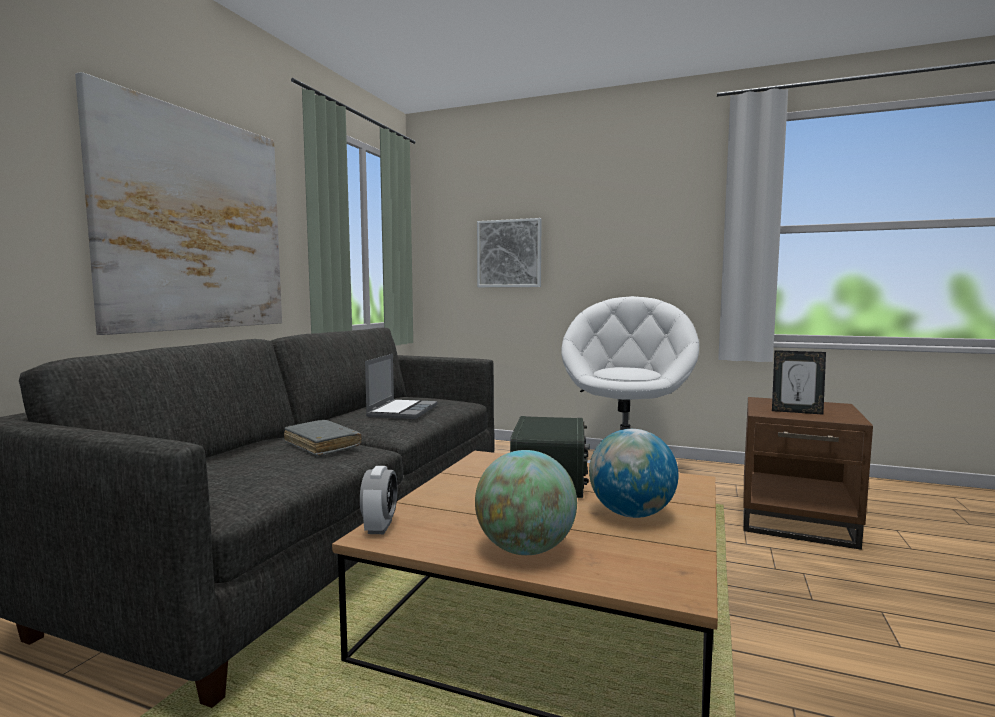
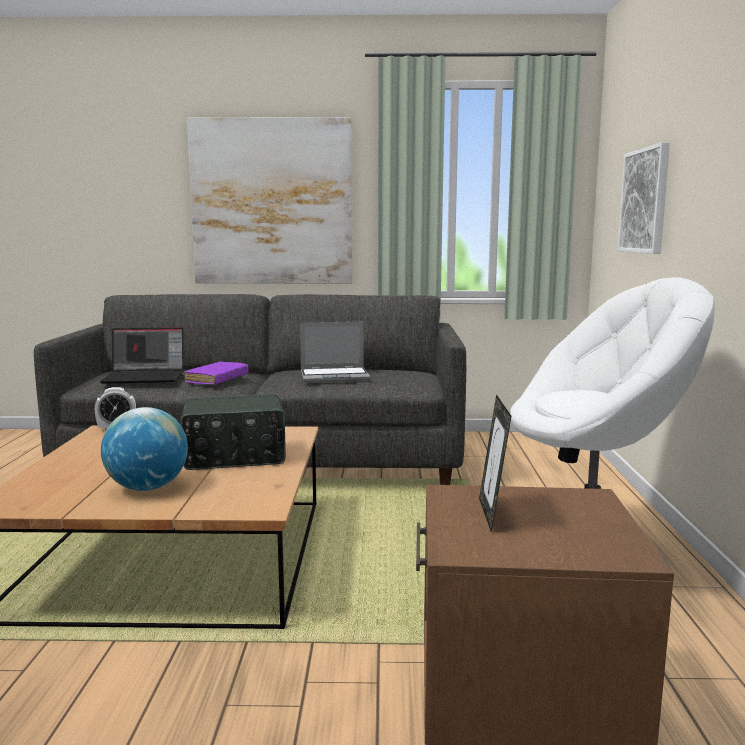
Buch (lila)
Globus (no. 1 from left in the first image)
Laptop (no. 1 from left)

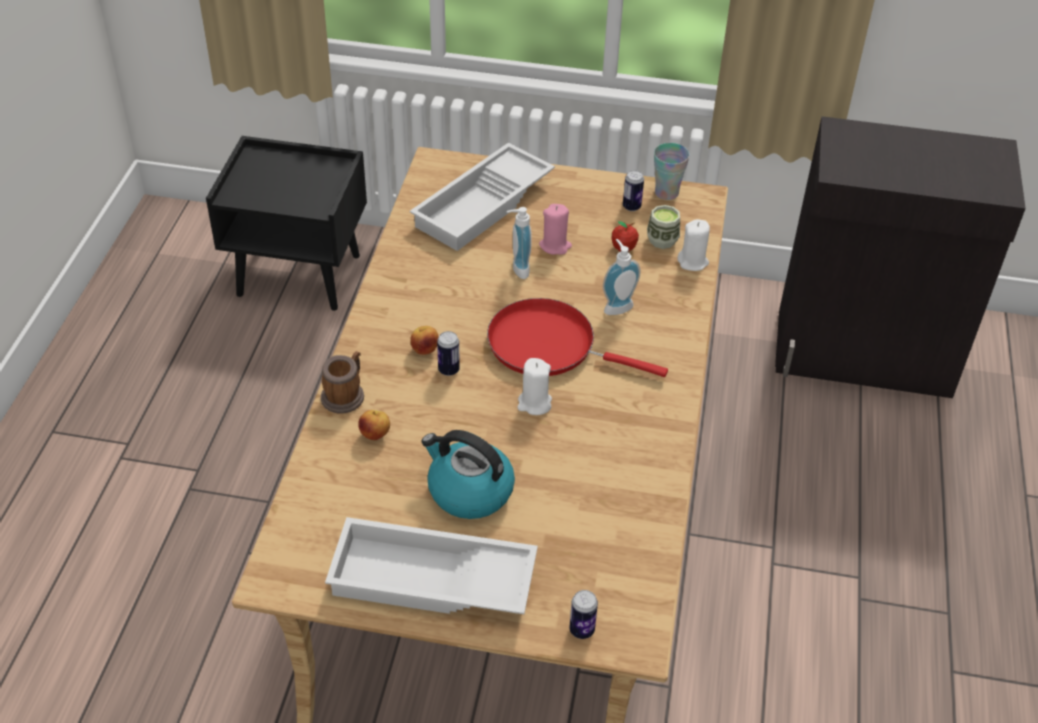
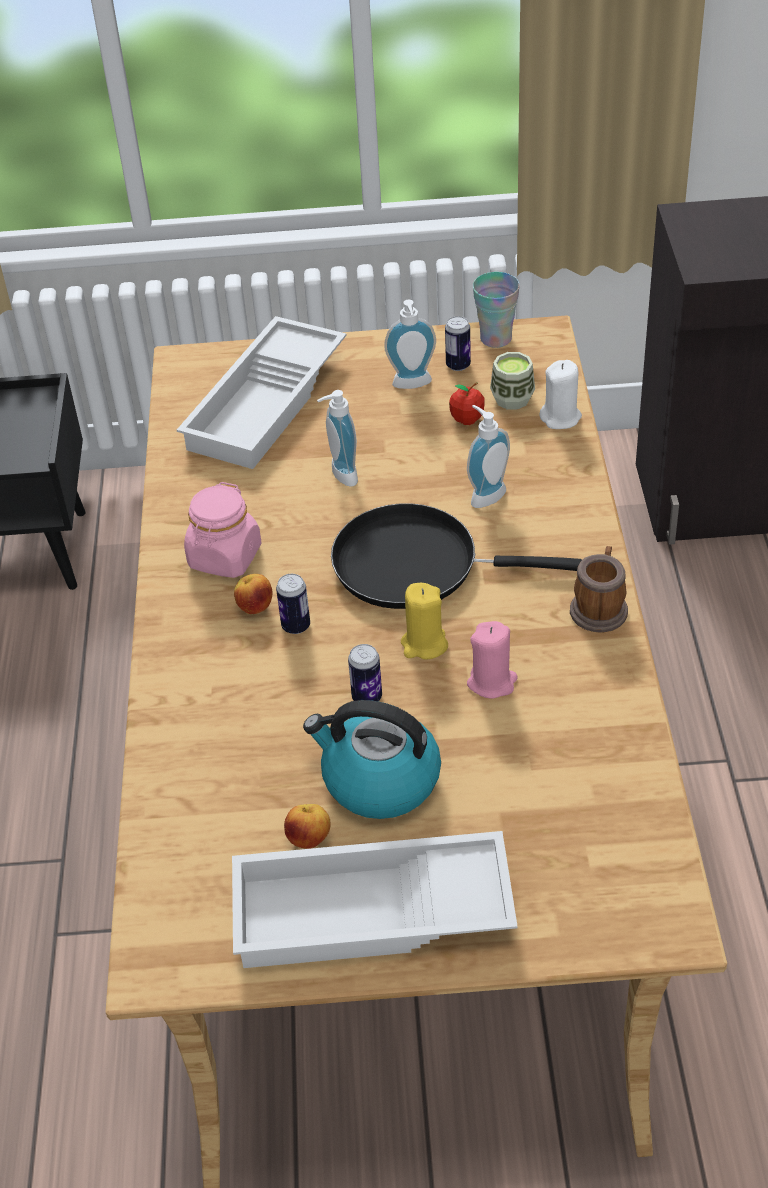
Henkelbecher
Apfel (no. 2 from left)
Pfanne (schwarz)
Kerze (gelb)
Kerze (rosa)
Dose (no. 2 from left)
Vorratsglas (rosa)
Seifenspender (no. 2 from left)

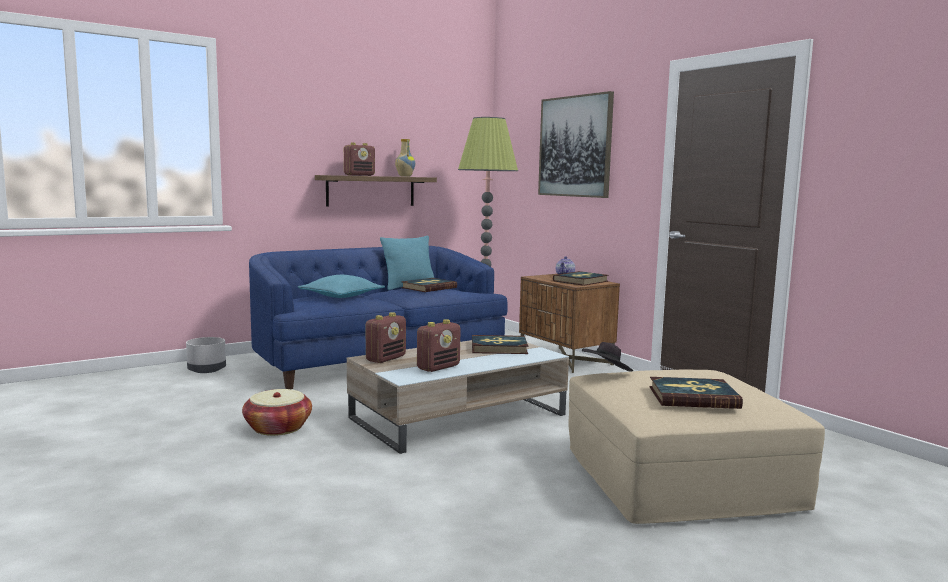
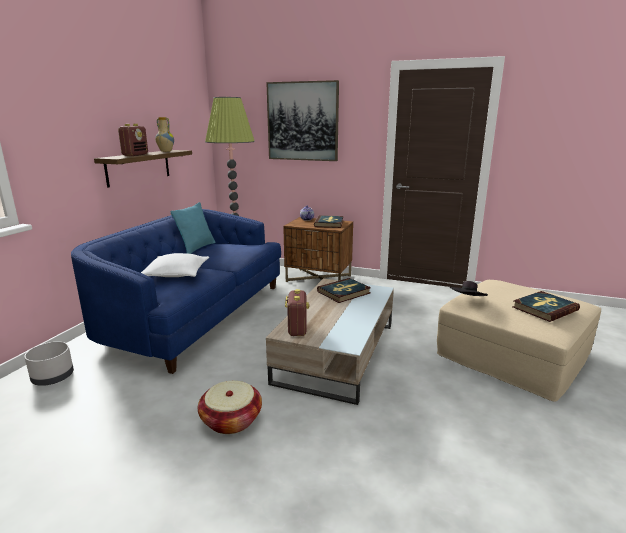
Kissen (weiß)
Buch (no. 1 from left in the first image)
Radio (no. 3 from left in the first image)

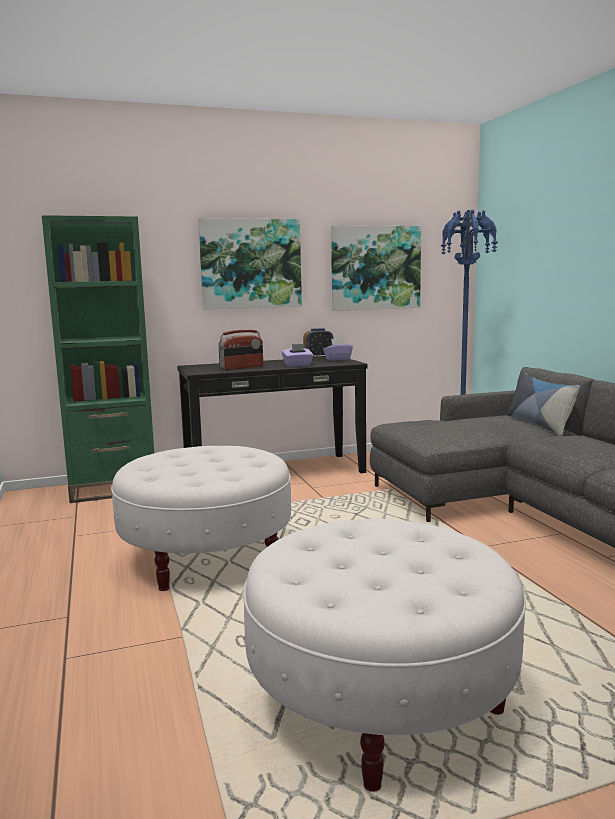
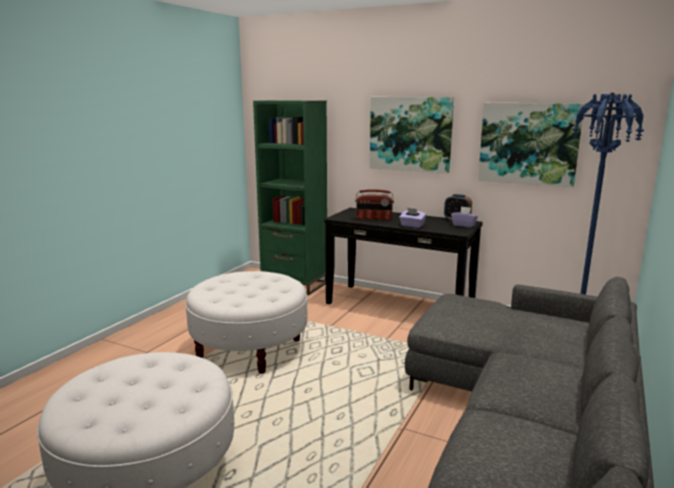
Kissen

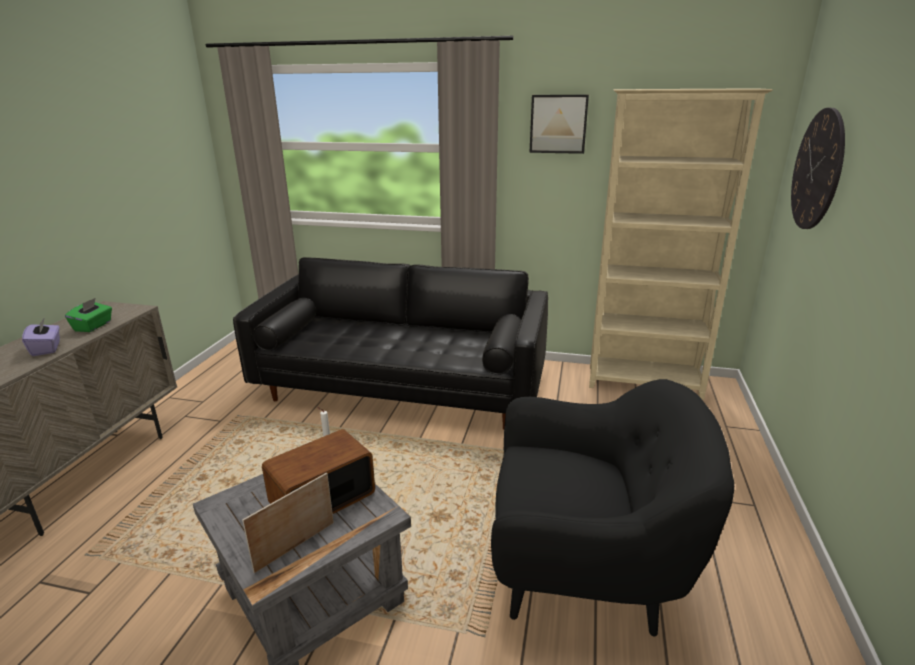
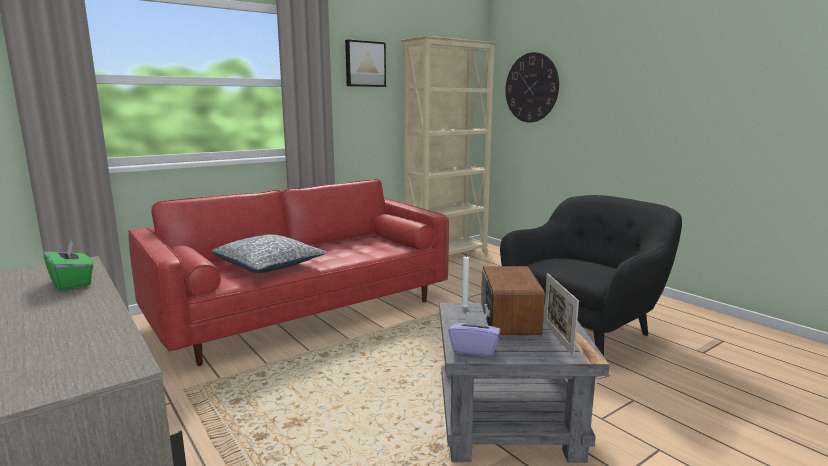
Taschentuchbox (lila)
Sofa (rot)
Kissen

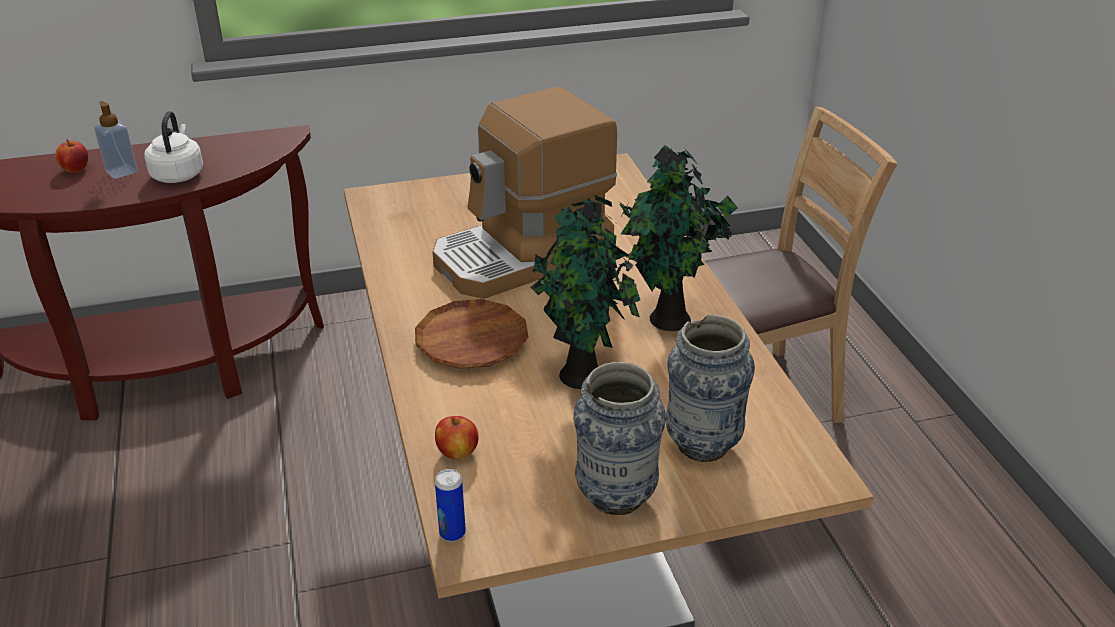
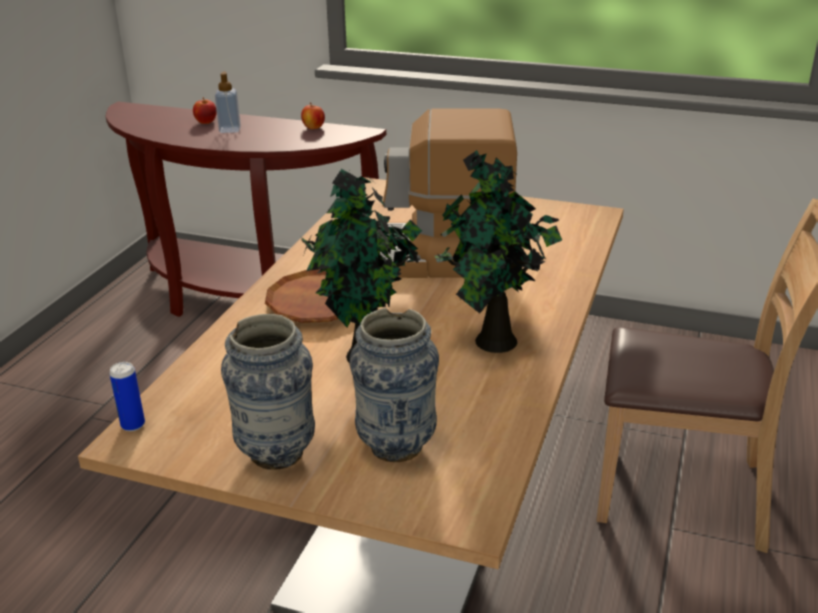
Wasserkessel (weiß)
Apfel (no. 2 from left)

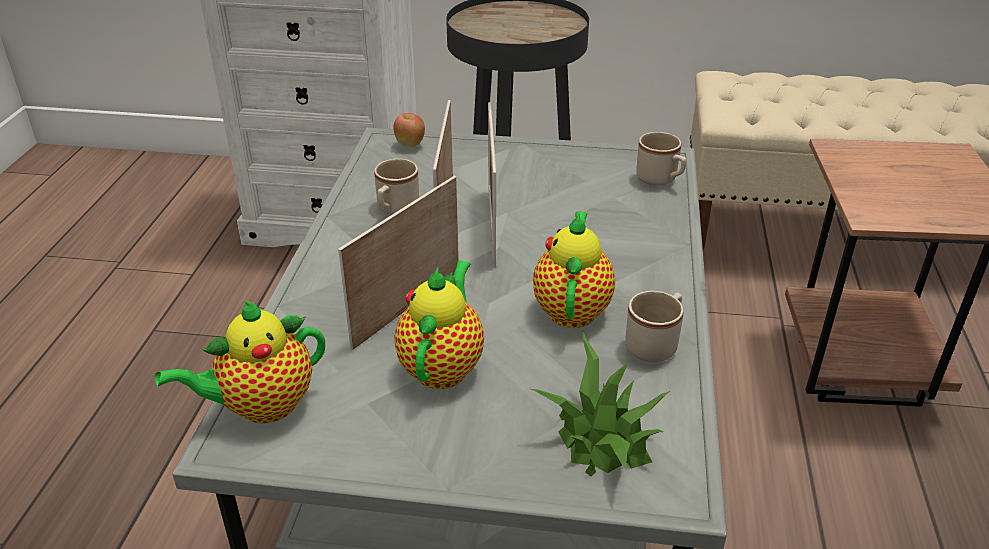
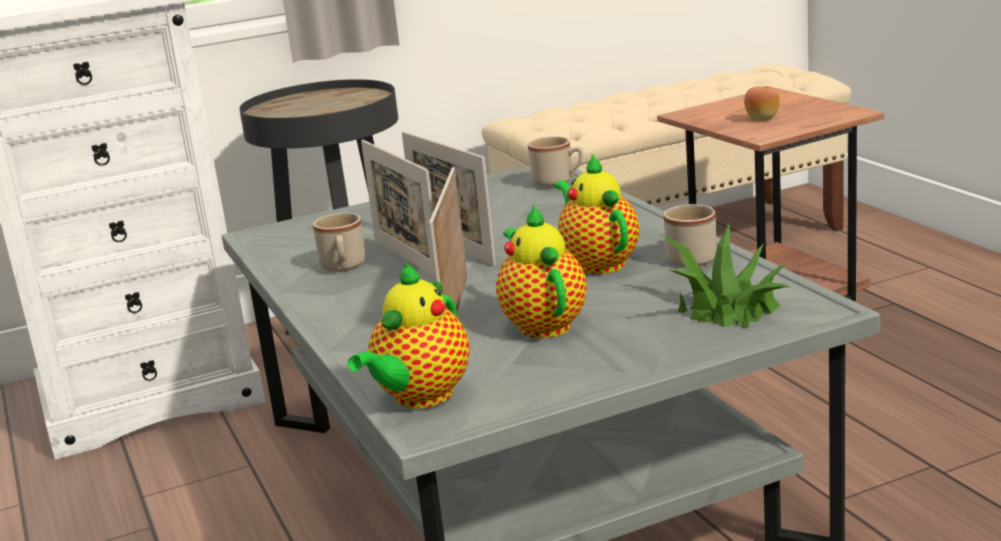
Apfel

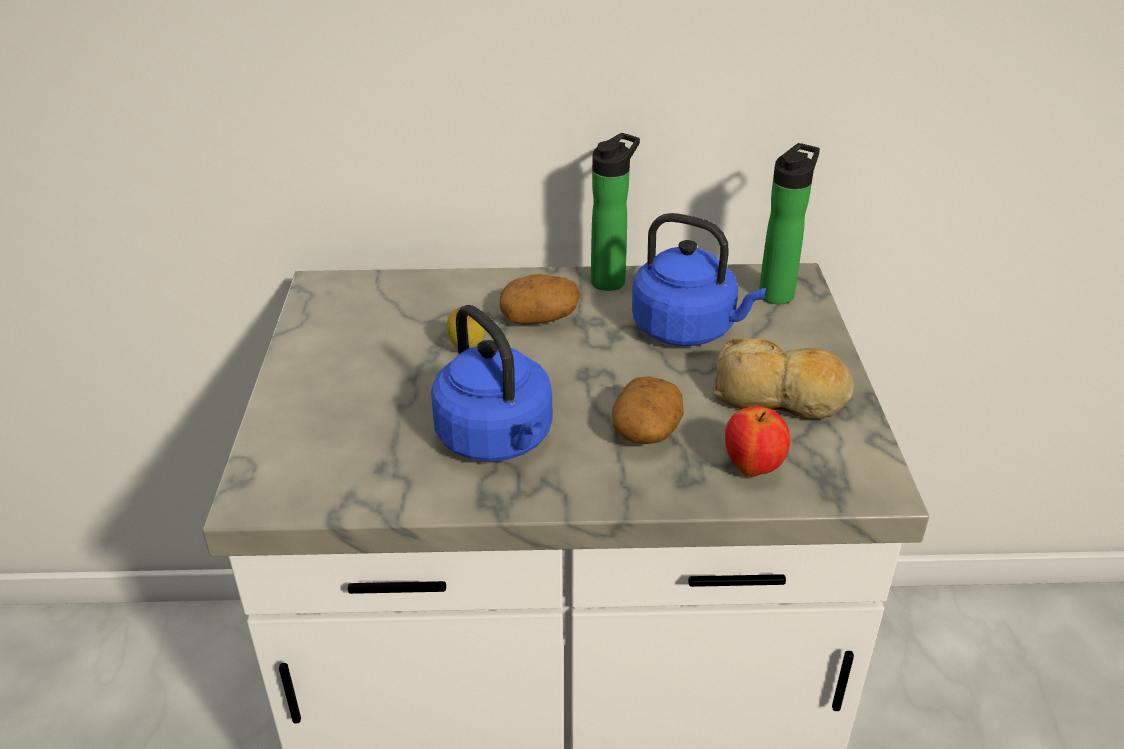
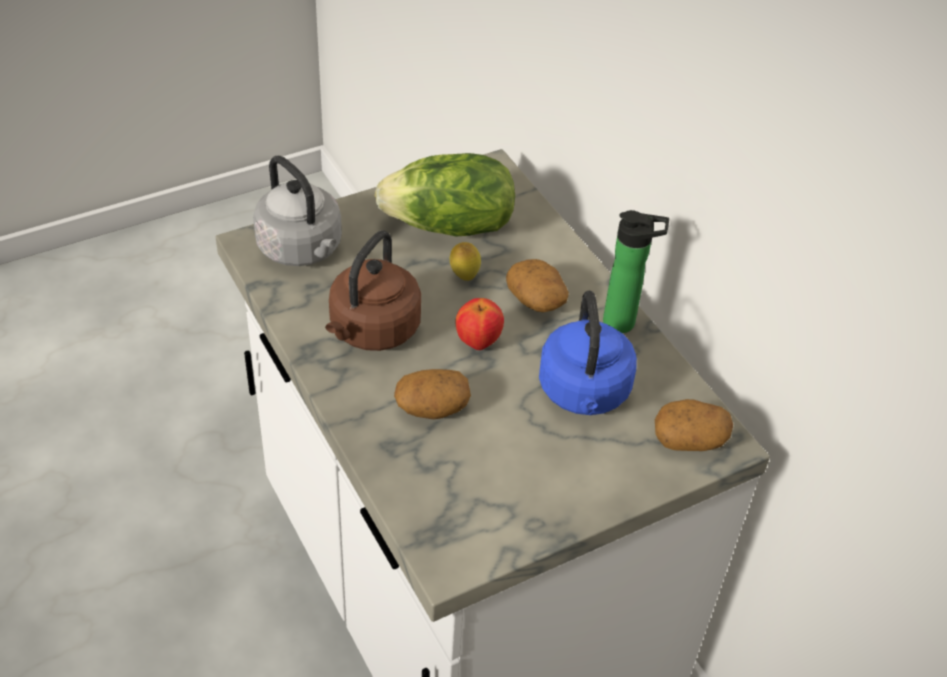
Wasserkessel (braun)
Brot
Apfel
Kartoffel (no. 3 from left)
Wasserkessel (grau)
Salatkopf

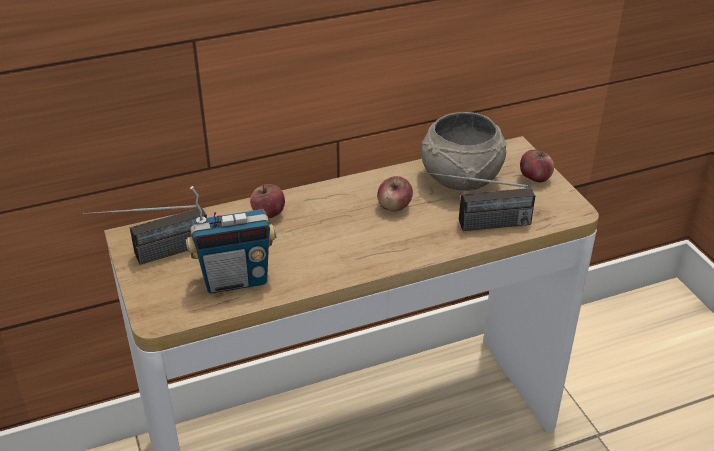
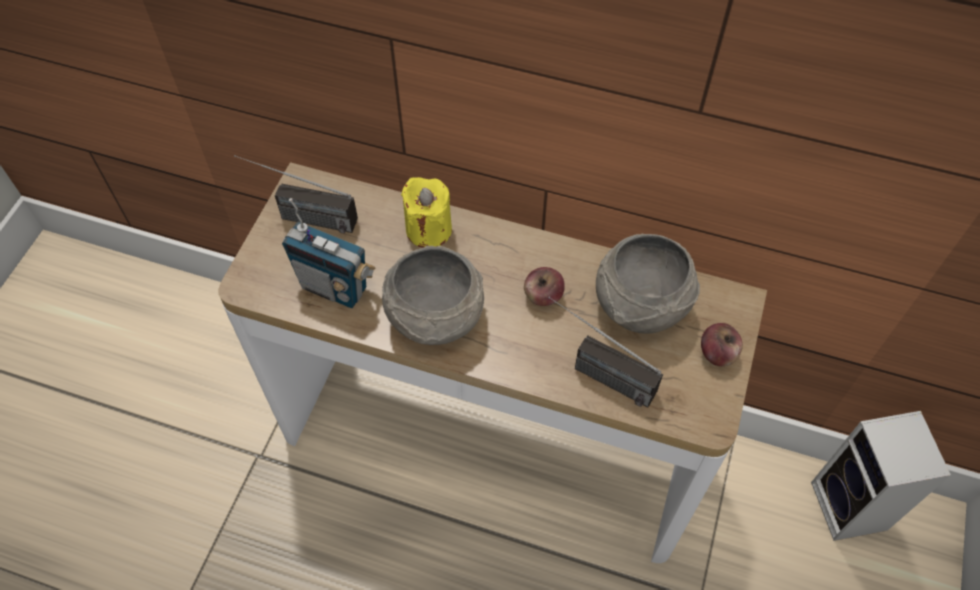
Kerze (gelb)
Schüssel (grau) (no. 1 from left)
Lautsprecher

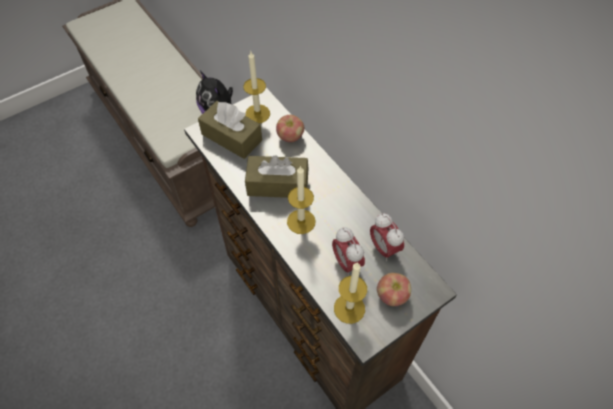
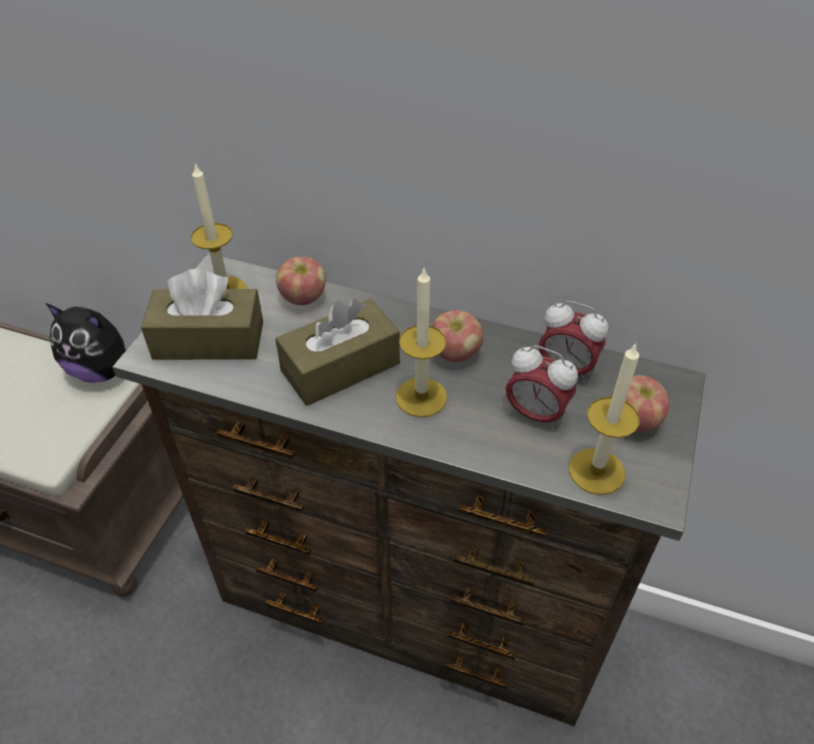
Apfel (no. 2 from left)

